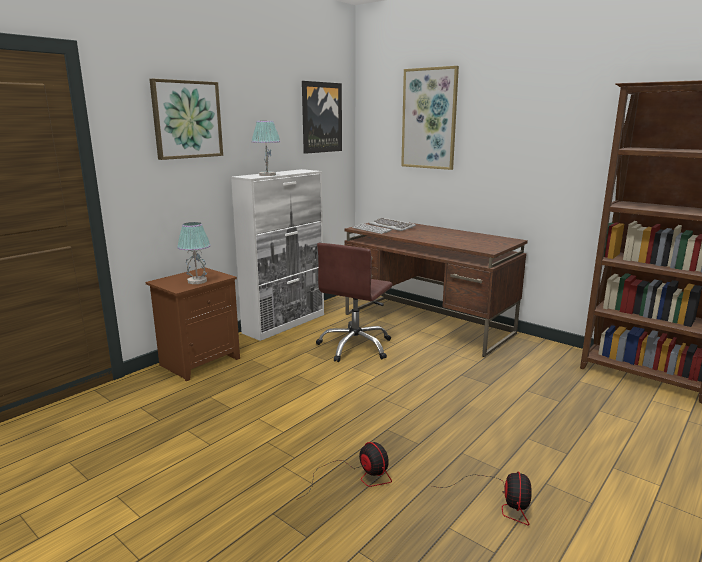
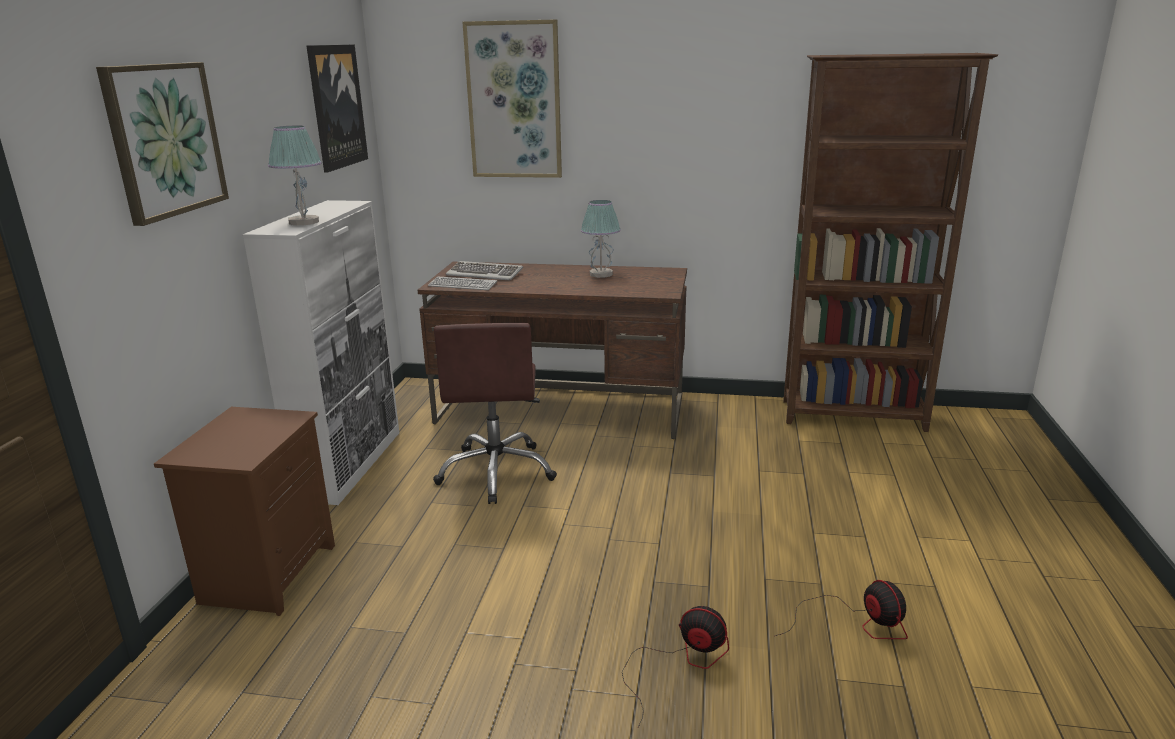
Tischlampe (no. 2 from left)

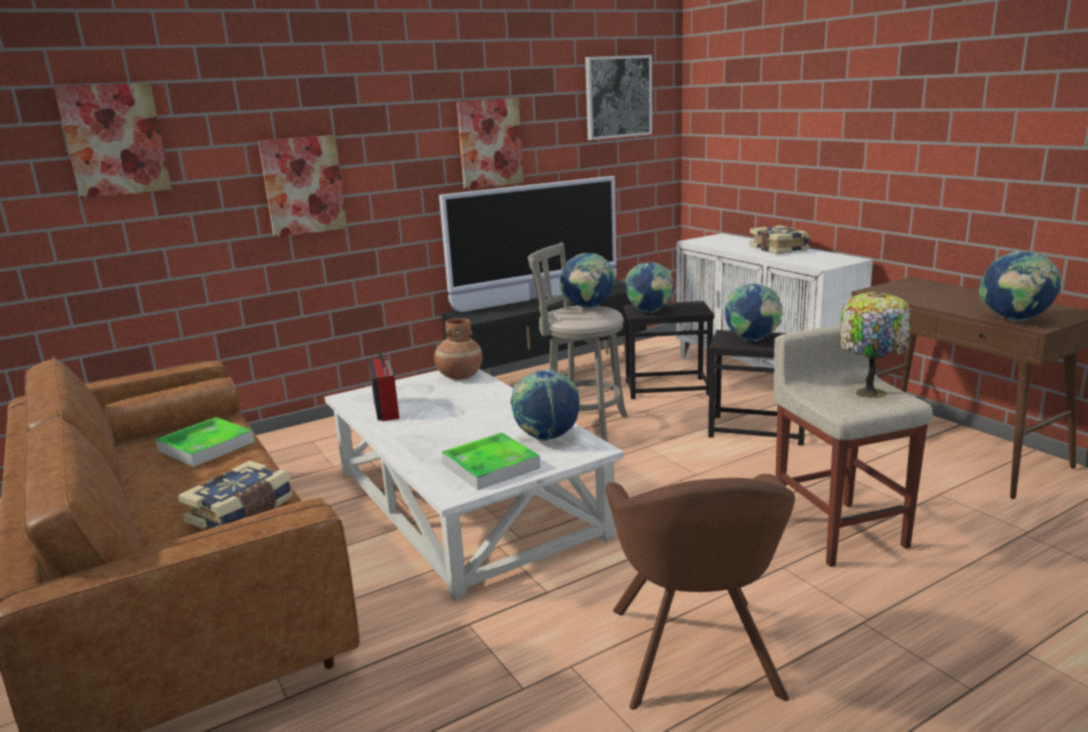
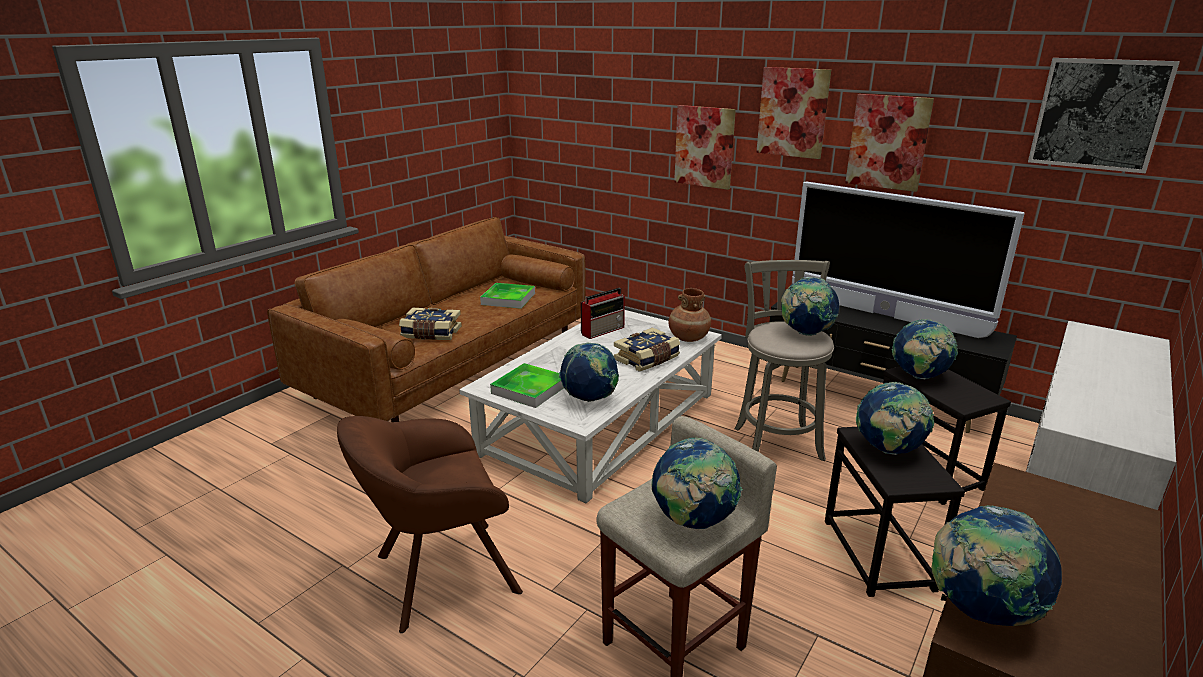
Bild (no. 2 from left)
Buch (no. 2 from left)
Globus (no. 2 from left)

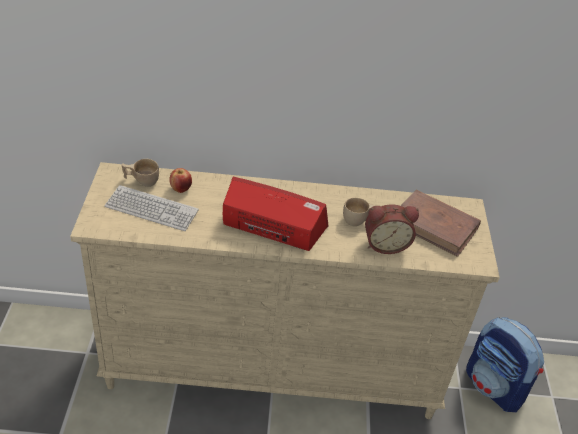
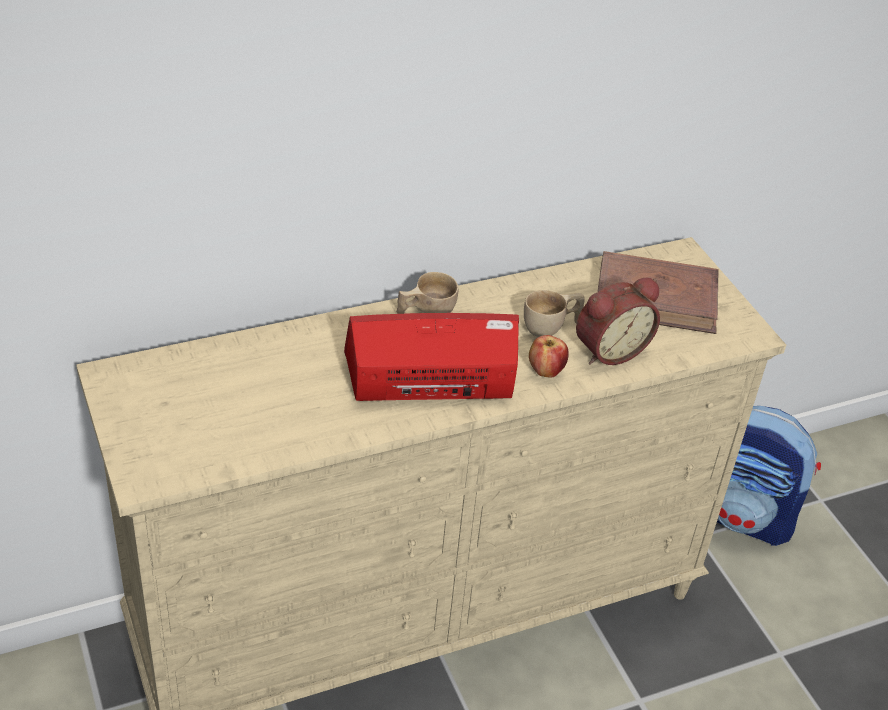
Tastatur
Tasse (beige) (no. 1 from left)
Apfel

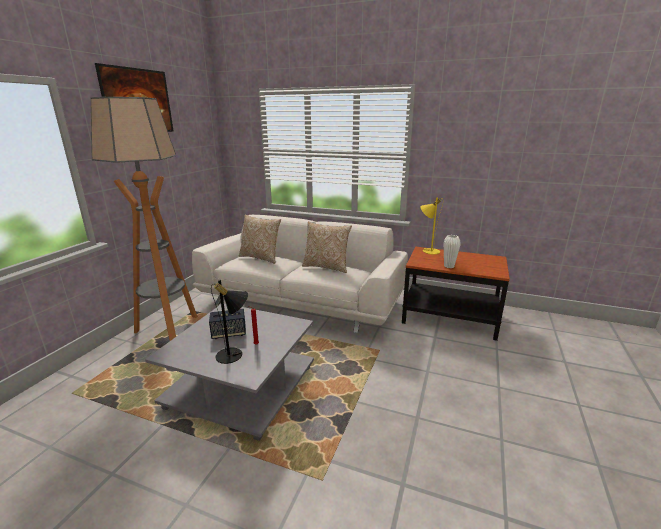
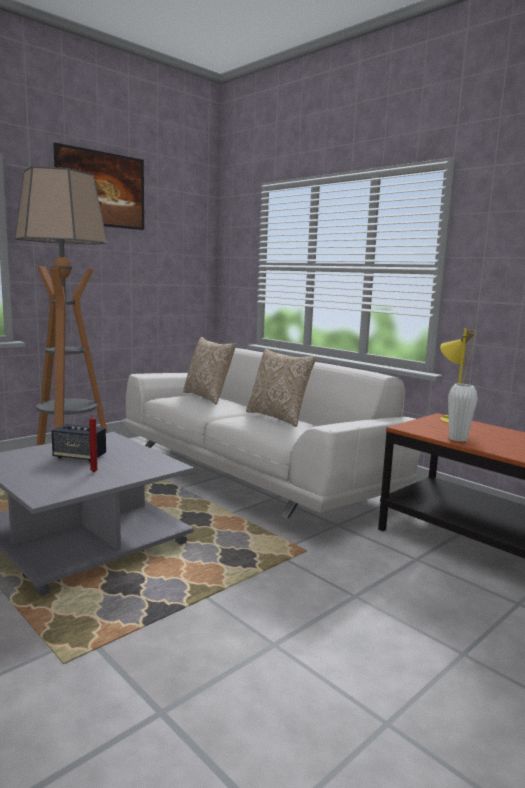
Tischlampe (schwarz)

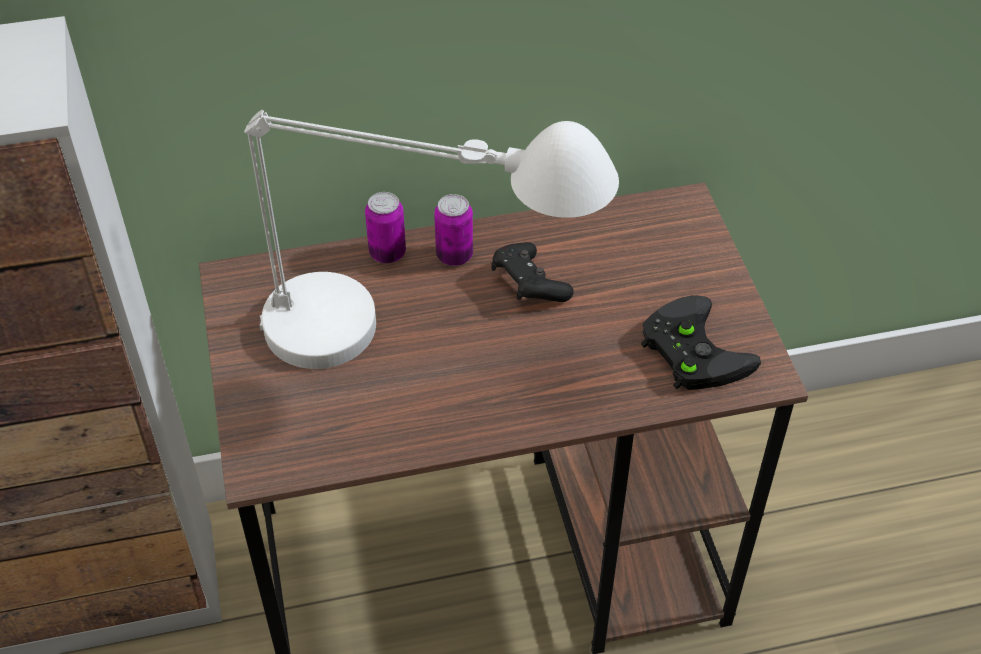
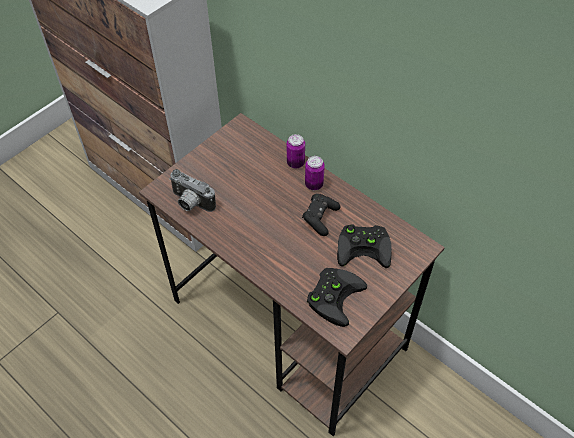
Tischlampe (weiß)
Kamera
Gamepad (schwarz) (no. 3 from left)

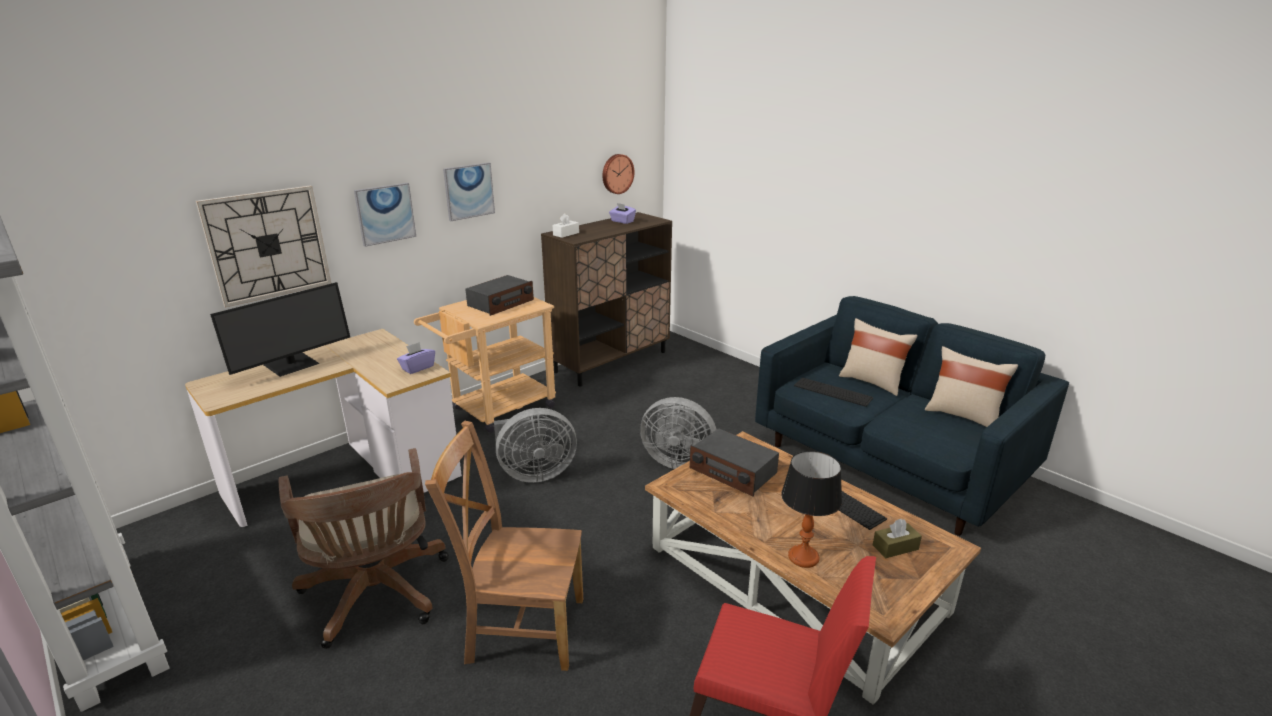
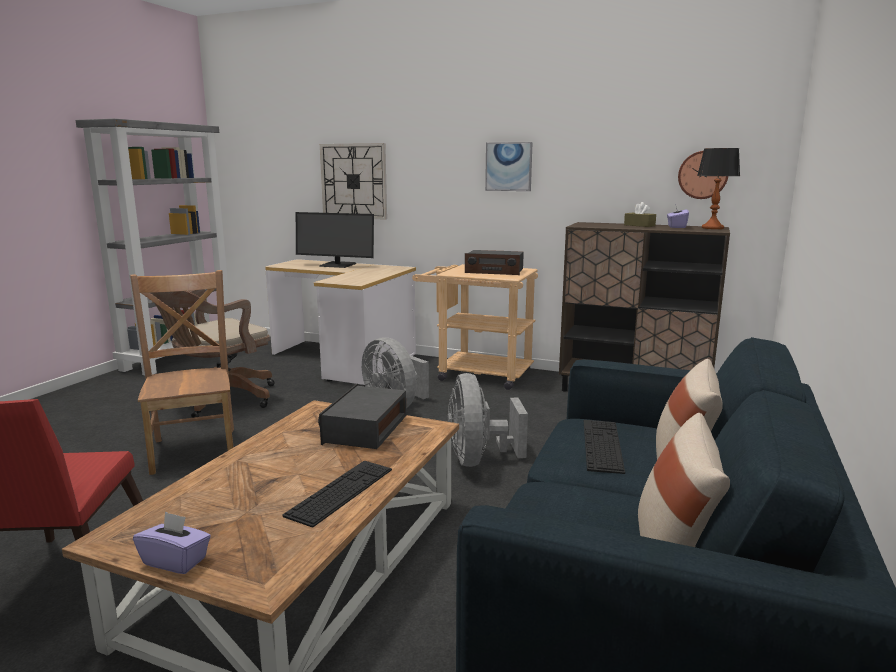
Bild (no. 1 from left in the first image)
Taschentuchbox (lila) (no. 1 from left)
Taschentuchbox (weiß)
Tischlampe
Taschentuchbox (braun)

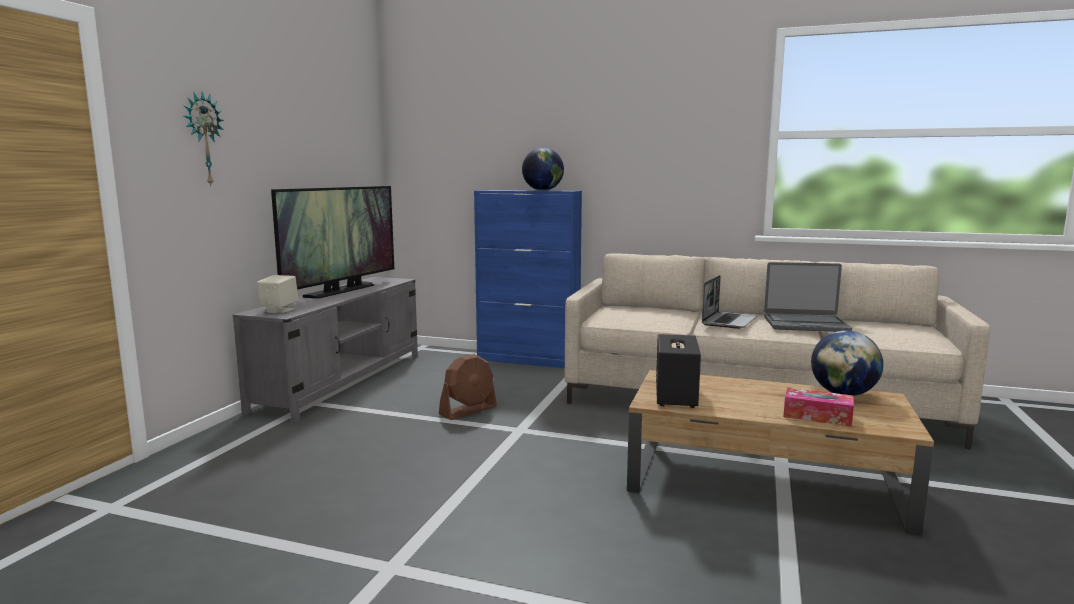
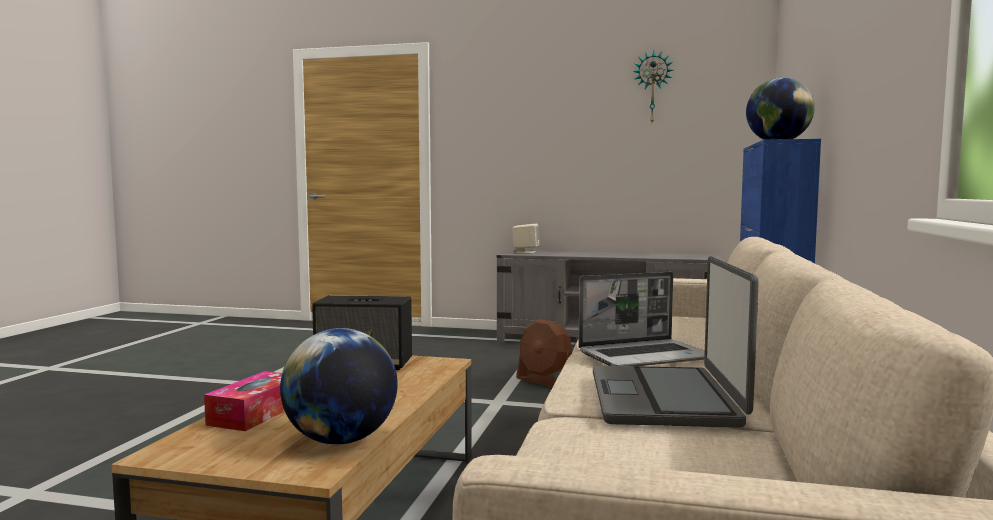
Wanduhr
Fernseher
Laptop (no. 1 from left)

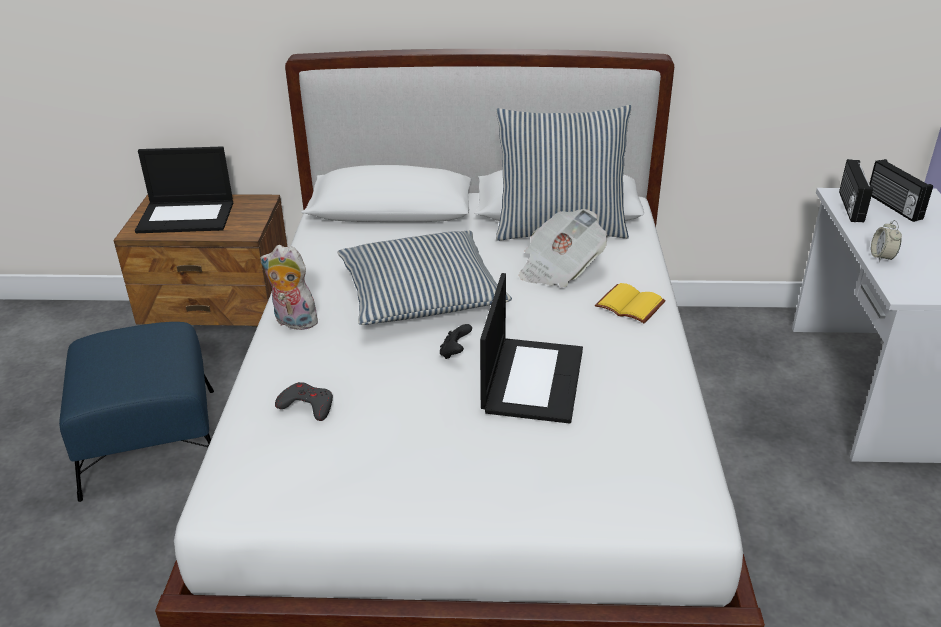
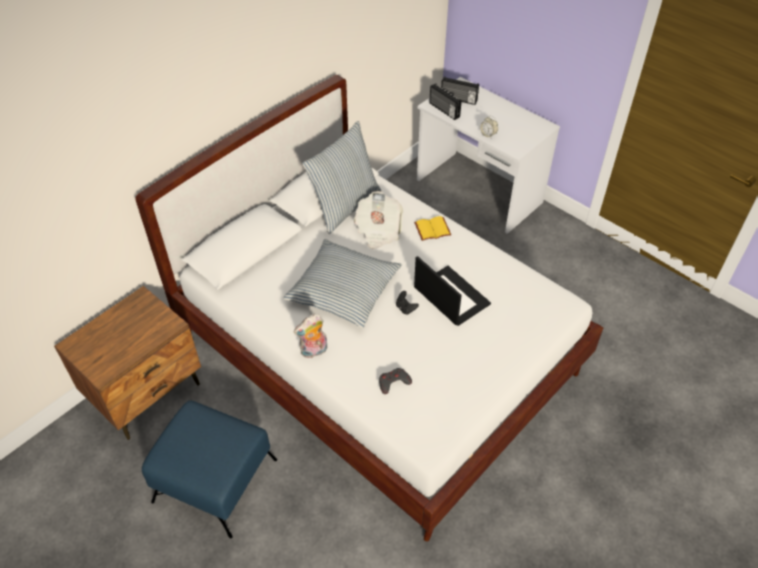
Laptop (no. 1 from left in the first image)

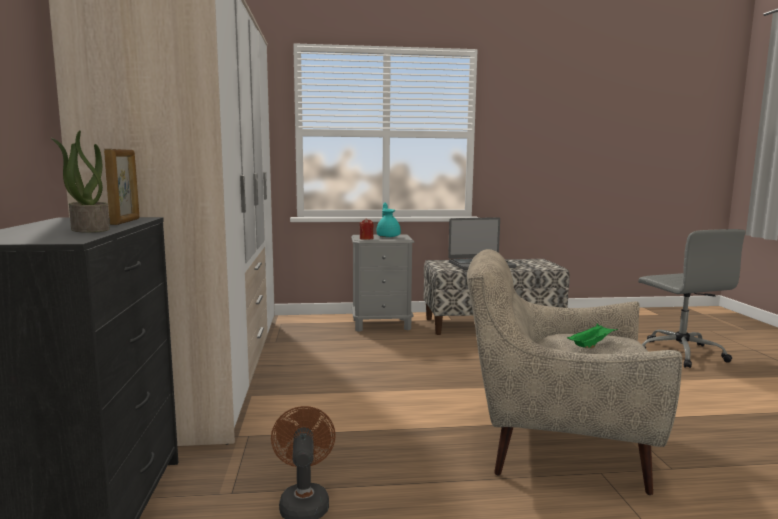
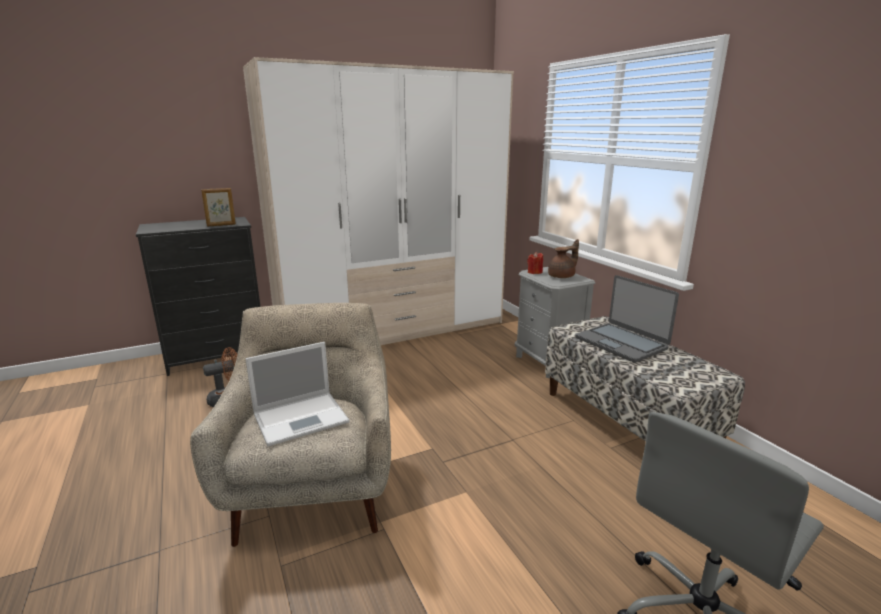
Topfpflanze
Teekanne (braun)
Laptop (no. 1 from left)

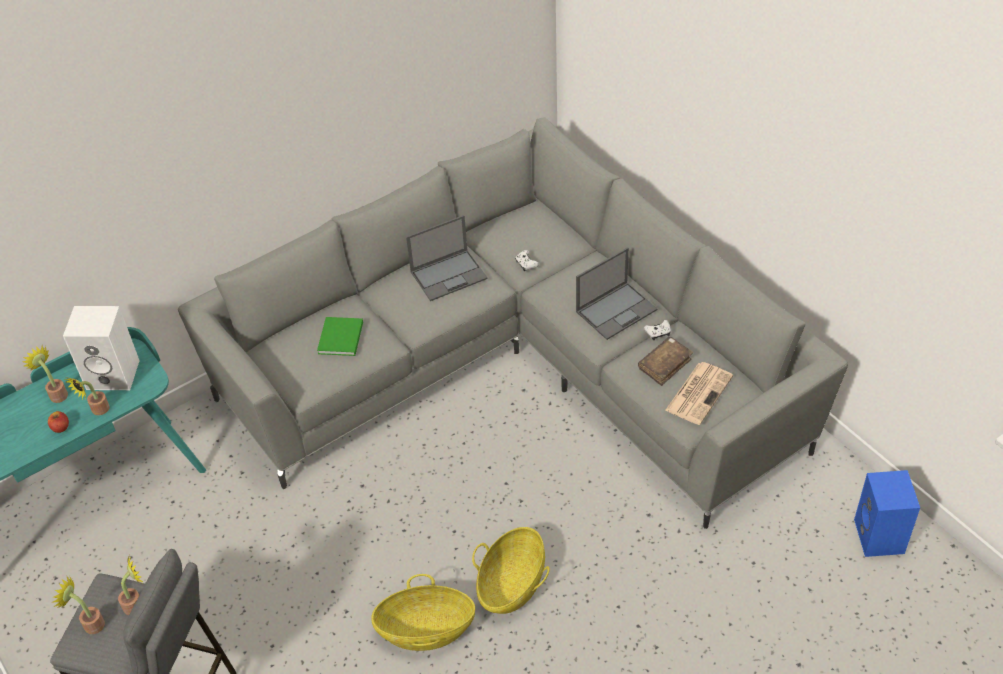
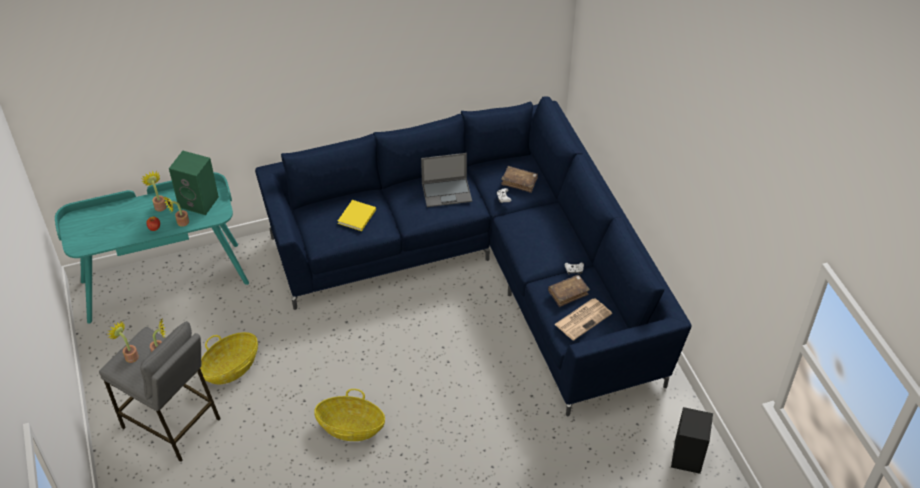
Lautsprecher (grün)
Sofa (blau)
Buch (gelb)
Korb (no. 1 from left)
Laptop (no. 2 from left in the first image)
Lautsprecher (schwarz)
Buch (braun) (no. 1 from left)

